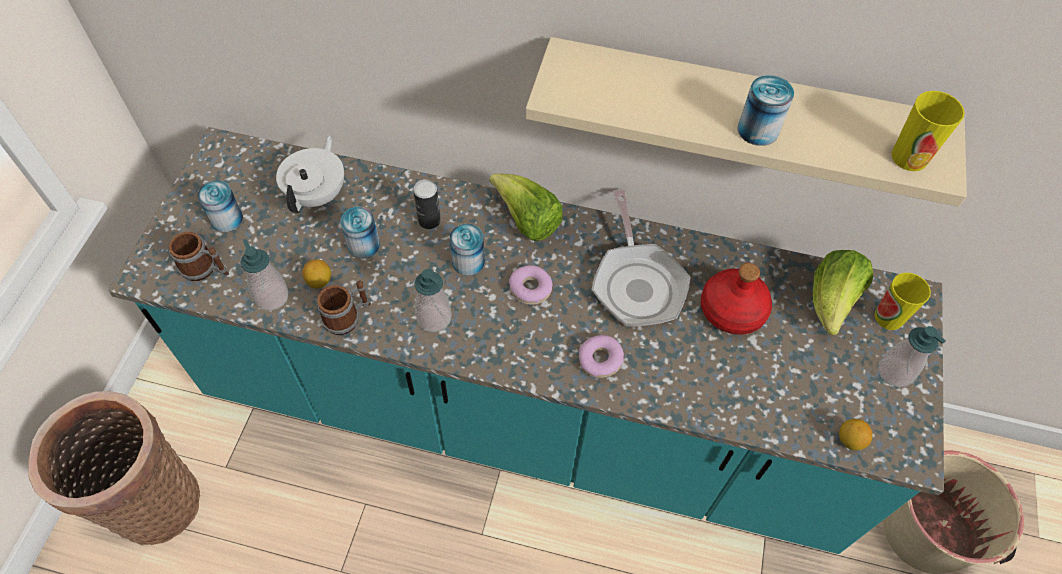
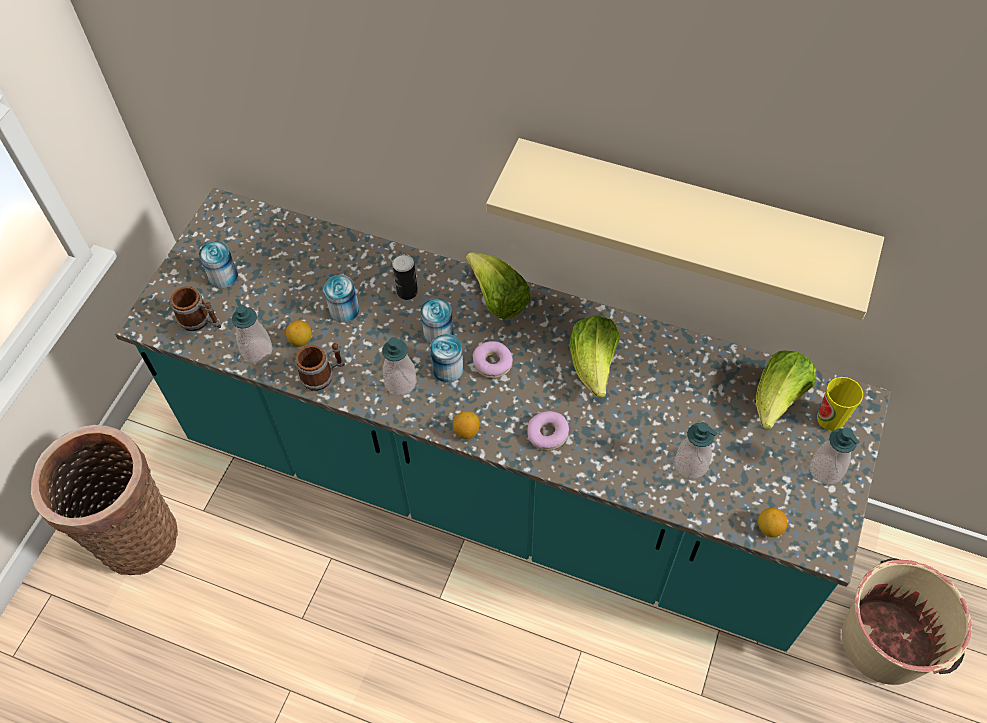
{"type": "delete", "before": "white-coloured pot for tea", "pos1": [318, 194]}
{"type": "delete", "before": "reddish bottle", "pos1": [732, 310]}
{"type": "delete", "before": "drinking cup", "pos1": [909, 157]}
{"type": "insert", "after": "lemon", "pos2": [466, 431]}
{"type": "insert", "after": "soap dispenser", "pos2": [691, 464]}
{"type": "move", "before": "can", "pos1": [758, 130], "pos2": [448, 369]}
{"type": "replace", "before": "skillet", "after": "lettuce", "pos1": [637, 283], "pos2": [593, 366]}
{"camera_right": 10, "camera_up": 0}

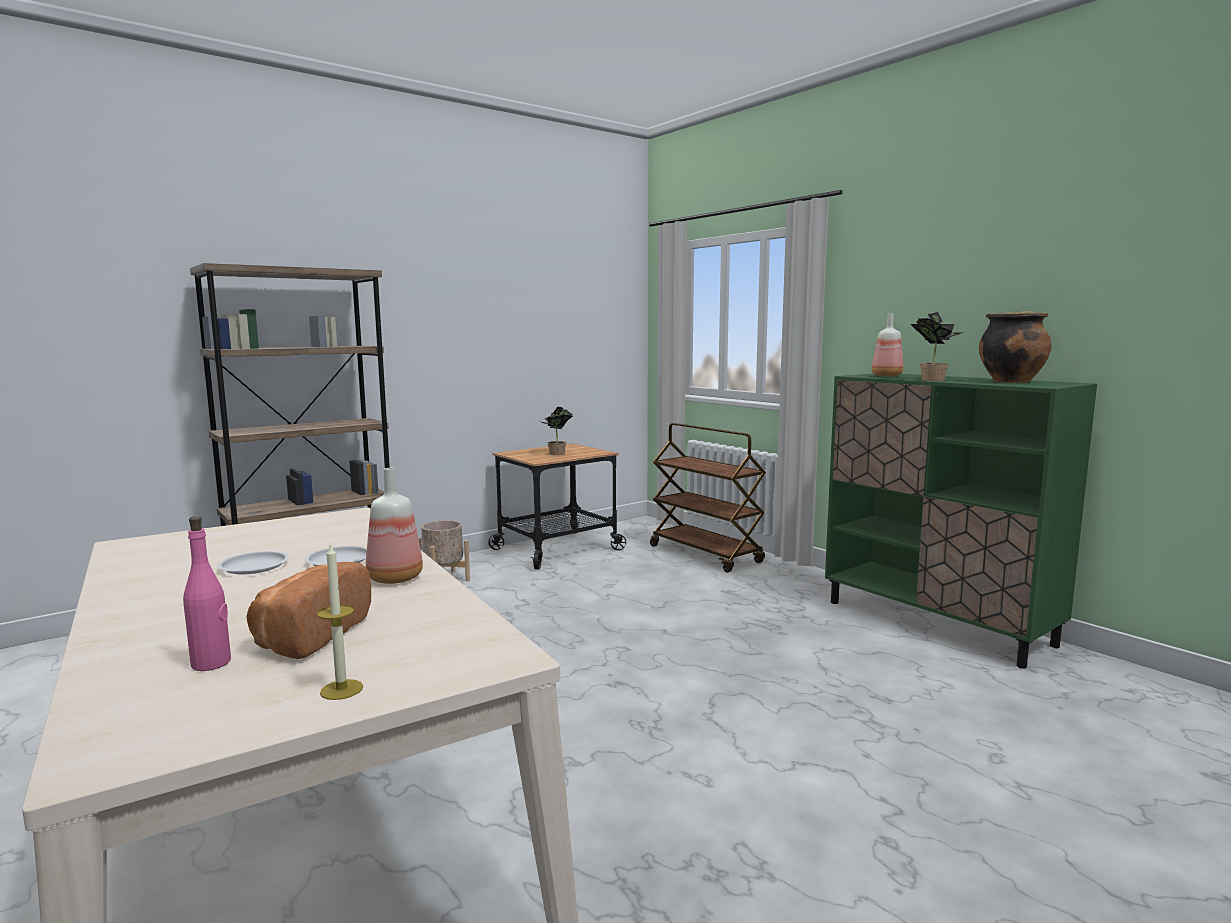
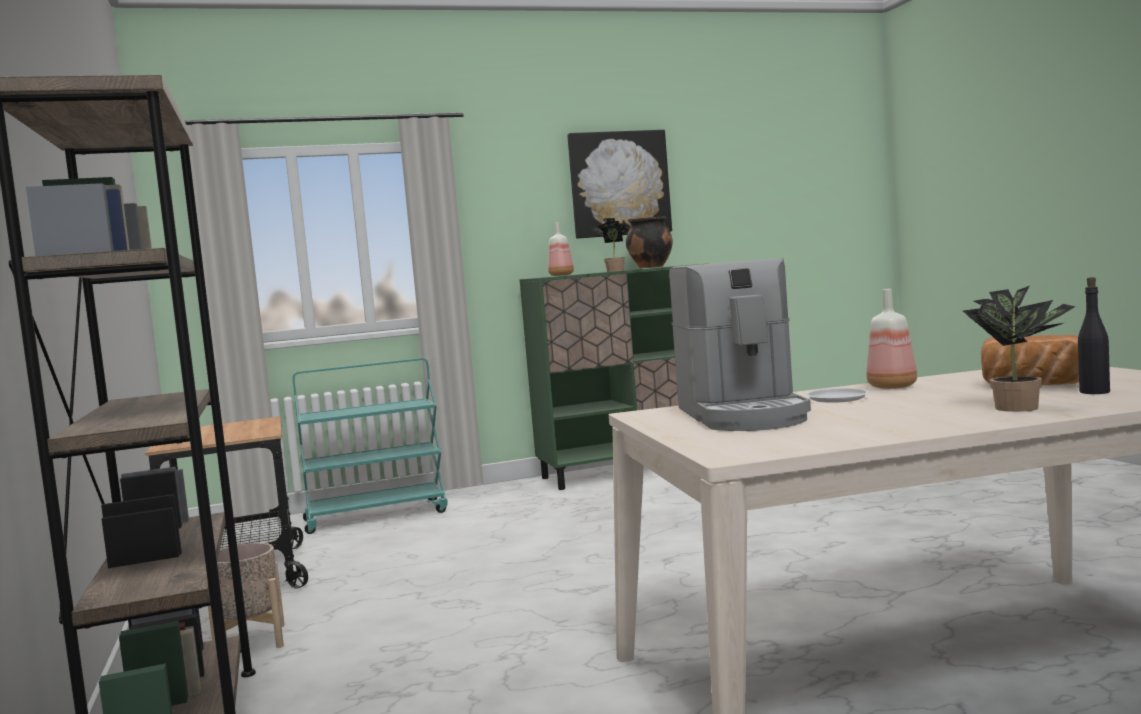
{"type": "delete", "before": "white-coloured dinner plate", "pos1": [254, 567]}
{"type": "delete", "before": "candle", "pos1": [341, 689]}
{"type": "insert", "after": "wall art", "pos2": [619, 184]}
{"type": "insert", "after": "coffee machine", "pos2": [743, 415]}
{"type": "move", "before": "plant in a pot", "pos1": [557, 454], "pos2": [1022, 407]}
{"type": "recolor", "before": "pinkish bottle", "after": "blackish bottle", "pos1": [212, 663], "pos2": [1094, 392]}
{"type": "recolor", "before": "brown cart", "after": "turquoise cart", "pos1": [706, 554], "pos2": [377, 516]}
{"camera_right": -70, "camera_up": -5}

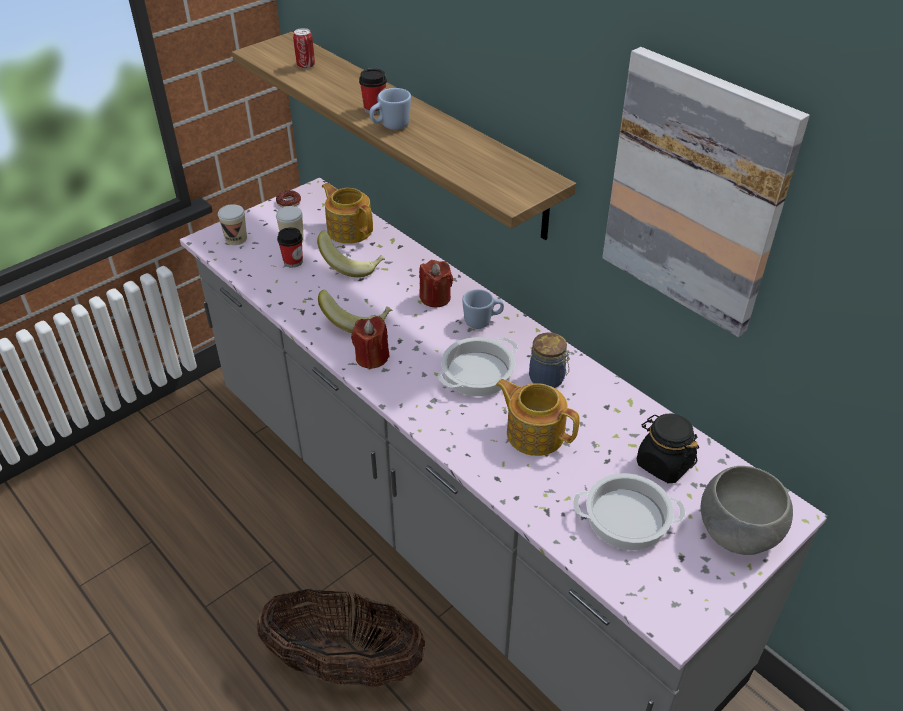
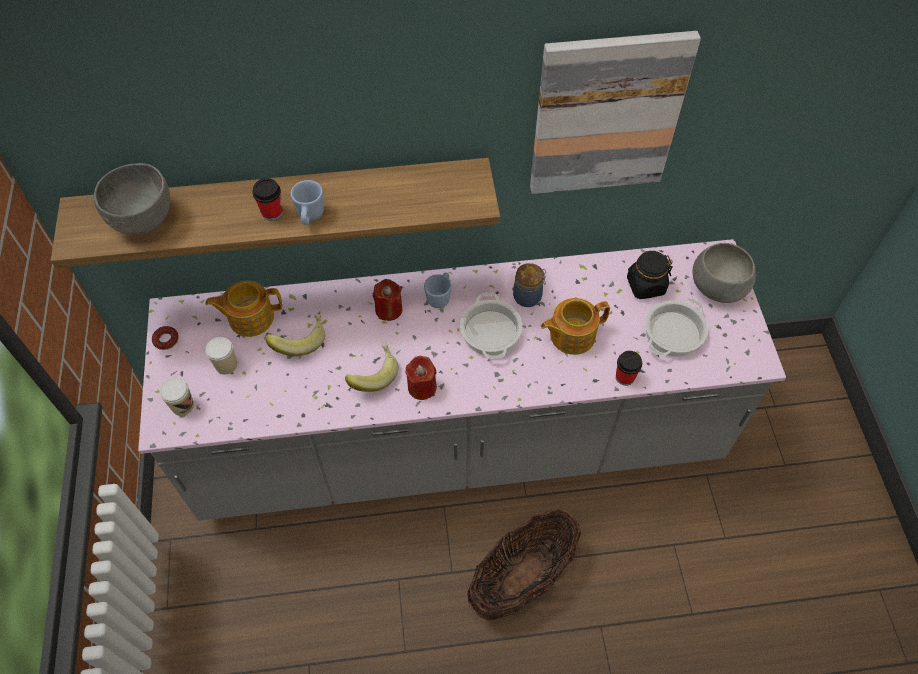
{"type": "move", "before": "drinking cup", "pos1": [293, 261], "pos2": [625, 377]}
{"type": "replace", "before": "can", "after": "gray serving bowl", "pos1": [306, 65], "pos2": [143, 220]}
{"camera_right": -55, "camera_up": 15}

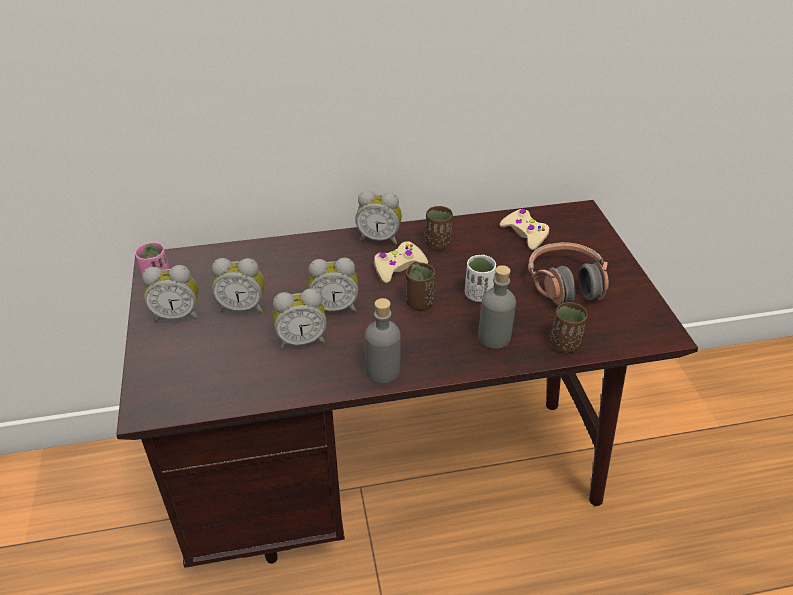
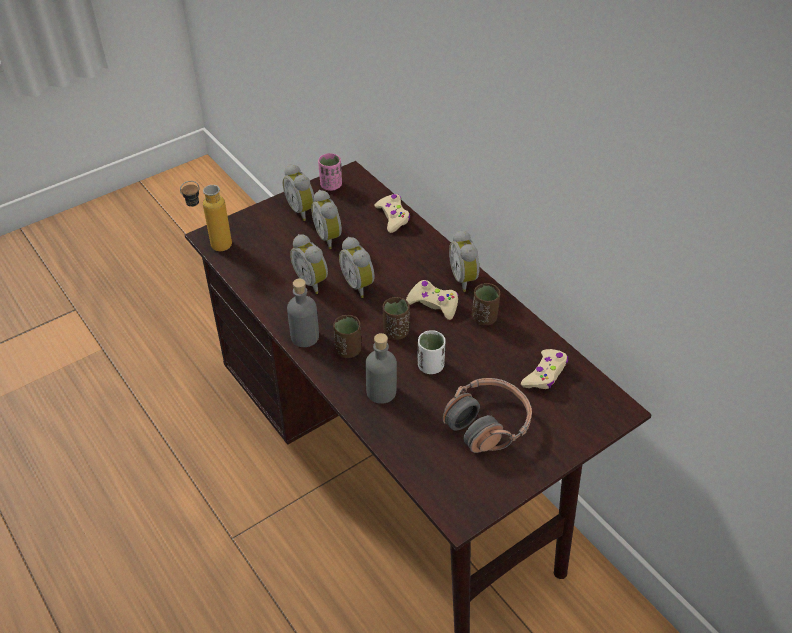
{"type": "insert", "after": "bottle", "pos2": [212, 247]}
{"type": "insert", "after": "beige game controller", "pos2": [393, 217]}
{"type": "move", "before": "brown drinking cup", "pos1": [564, 344], "pos2": [348, 350]}
{"camera_right": 65, "camera_up": 5}

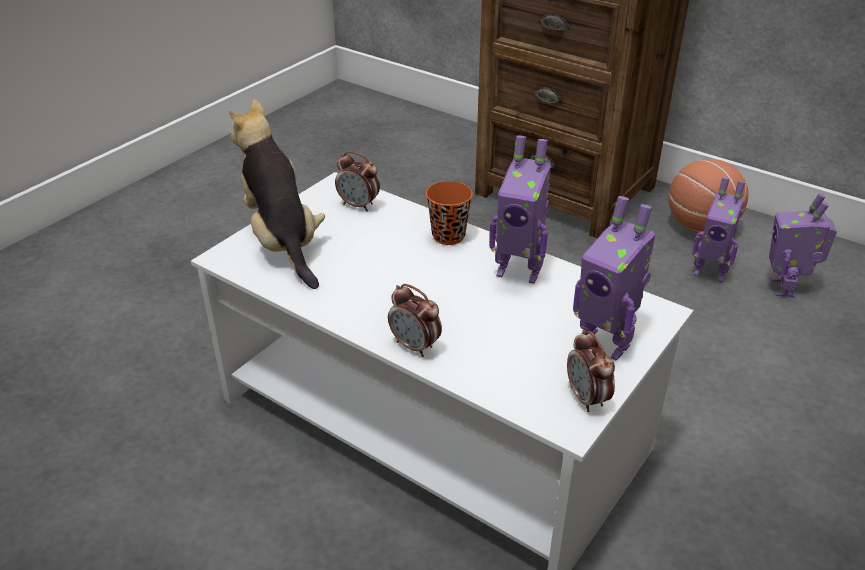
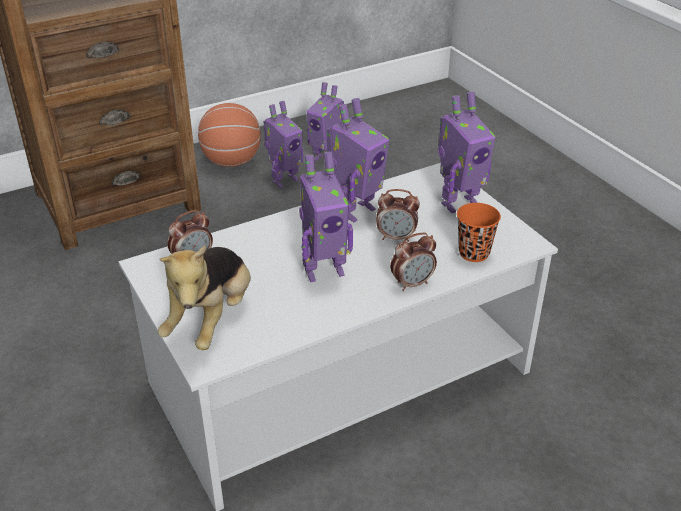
{"type": "insert", "after": "model robot", "pos2": [323, 270]}
{"type": "move", "before": "orange-coloured drinking cup", "pos1": [448, 236], "pos2": [474, 253]}
{"type": "move", "before": "bedside clock", "pos1": [587, 398], "pos2": [396, 237]}
{"type": "rotate", "before": "cuddly toy", "pos1": [283, 241], "pos2": [211, 319], "turn": -75}
{"camera_right": -65, "camera_up": 0}

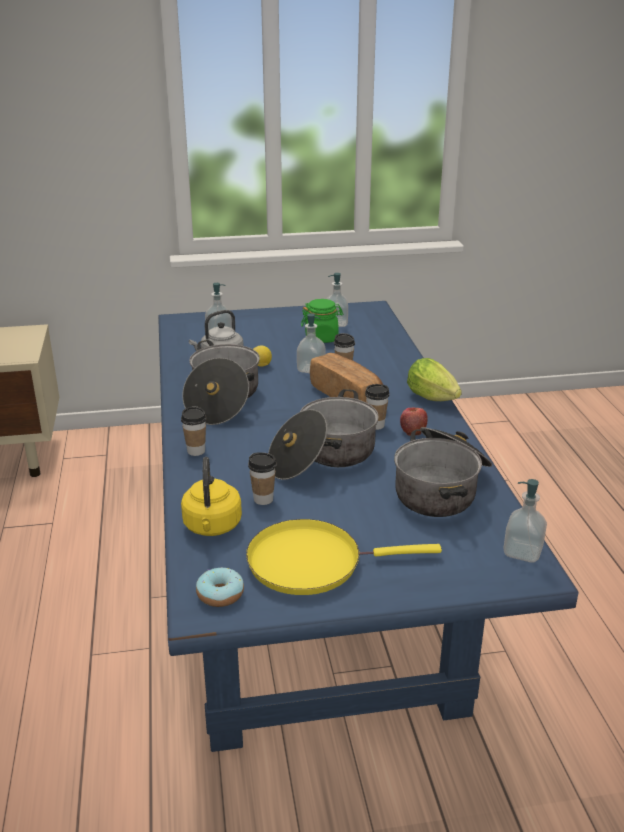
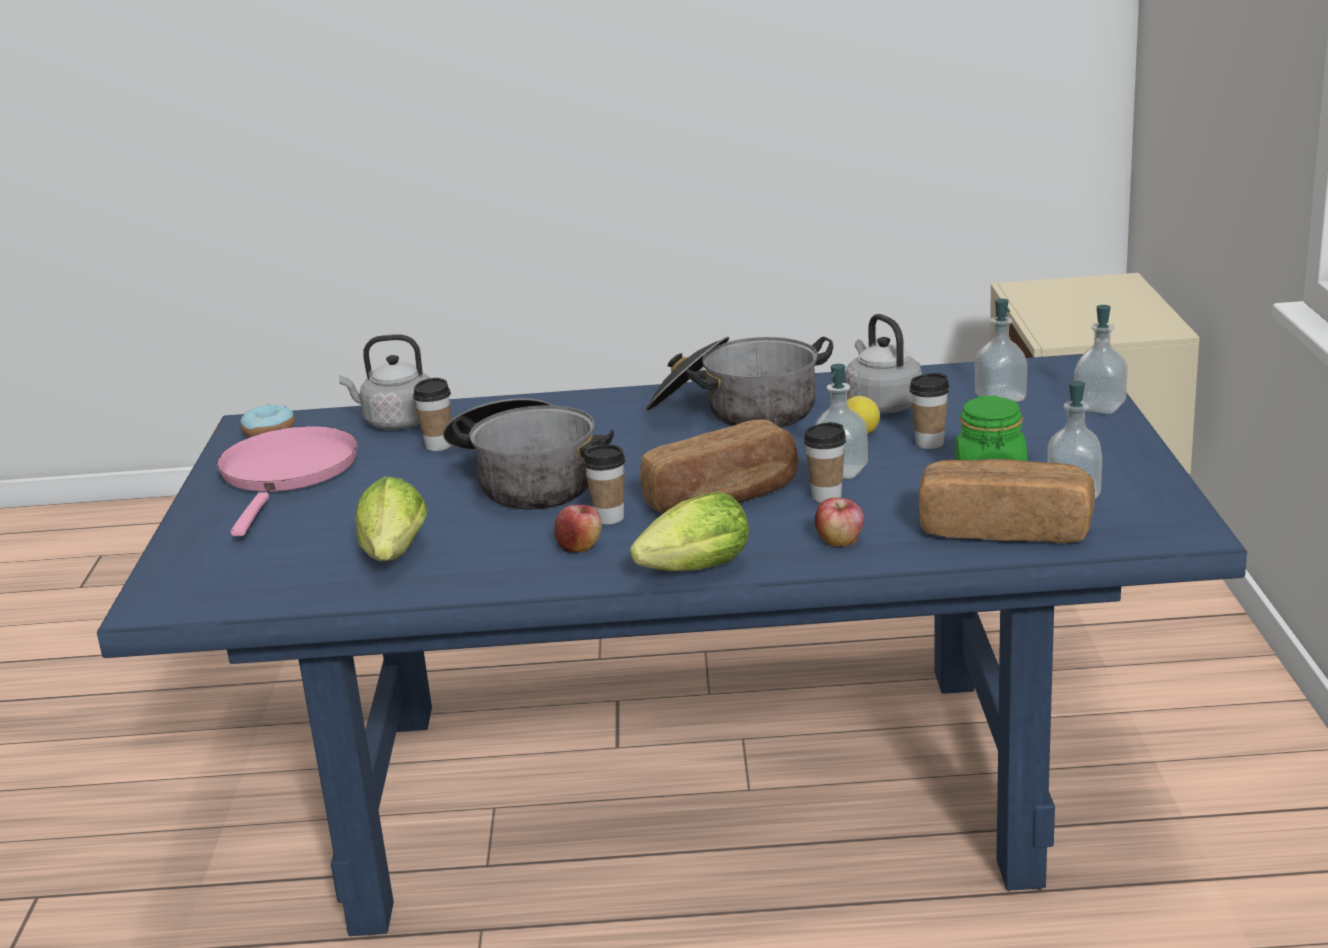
{"type": "insert", "after": "apple", "pos2": [840, 540]}
{"type": "insert", "after": "bakery bread", "pos2": [1004, 529]}
{"type": "move", "before": "drinking cup", "pos1": [196, 451], "pos2": [929, 443]}
{"type": "move", "before": "soap dispenser", "pos1": [522, 552], "pos2": [1099, 406]}
{"type": "replace", "before": "stockpot", "after": "lettuce", "pos1": [442, 488], "pos2": [394, 558]}
{"type": "recolor", "before": "yellowish tea kettle", "after": "gray tea kettle", "pos1": [212, 527], "pos2": [396, 422]}
{"type": "recolor", "before": "yellowish skillet", "after": "pinkish skillet", "pos1": [312, 562], "pos2": [288, 473]}
{"camera_right": 100, "camera_up": -5}

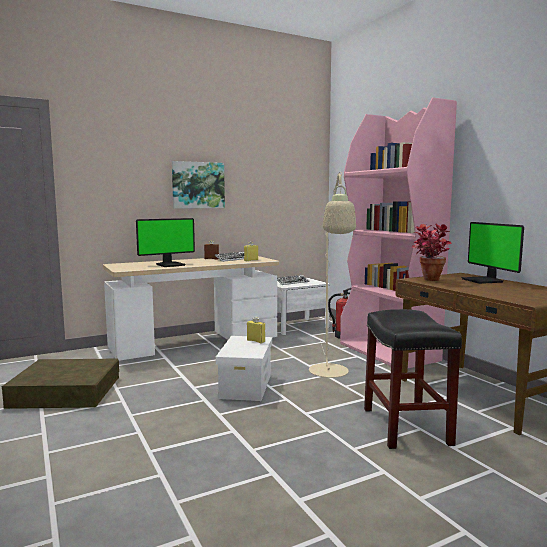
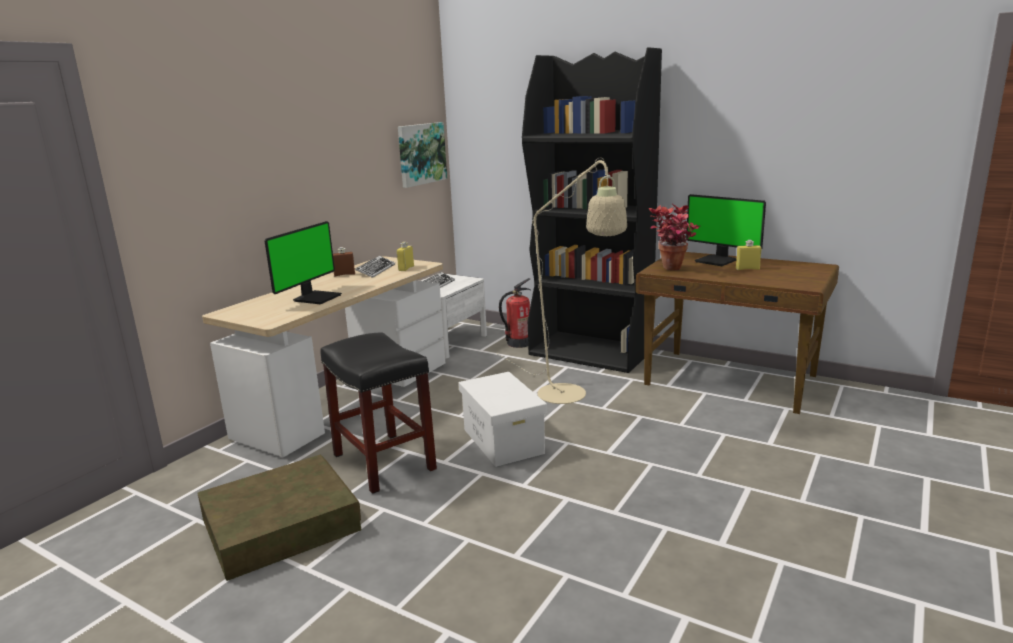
{"type": "move", "before": "wall art", "pos1": [198, 185], "pos2": [421, 154]}
{"type": "move", "before": "yellowish bottle", "pos1": [256, 341], "pos2": [747, 269]}
{"type": "move", "before": "blackish stool", "pos1": [405, 426], "pos2": [382, 462]}
{"type": "recolor", "before": "pinkish bookshelf", "after": "blackish bookshelf", "pos1": [389, 352], "pos2": [591, 353]}
{"camera_right": -30, "camera_up": 10}

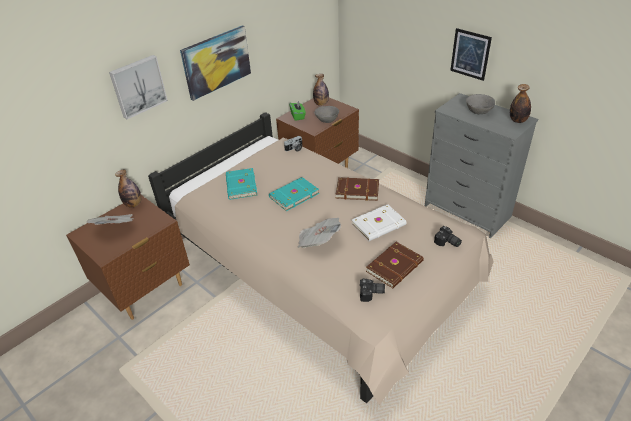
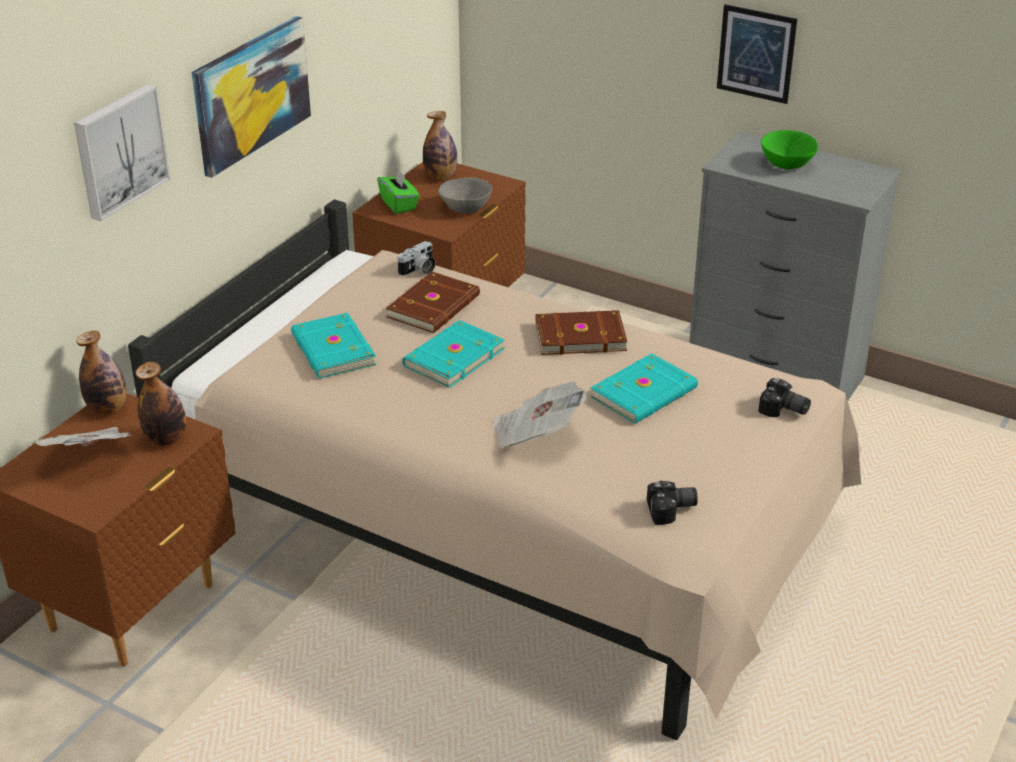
{"type": "move", "before": "brown volume", "pos1": [395, 266], "pos2": [435, 306]}
{"type": "move", "before": "bottle", "pos1": [518, 120], "pos2": [166, 438]}
{"type": "recolor", "before": "white-coloured volume", "after": "turquoise volume", "pos1": [379, 225], "pos2": [645, 393]}
{"type": "recolor", "before": "gray serving bowl", "after": "green-coloured serving bowl", "pos1": [478, 111], "pos2": [786, 164]}
{"camera_right": -15, "camera_up": -5}

